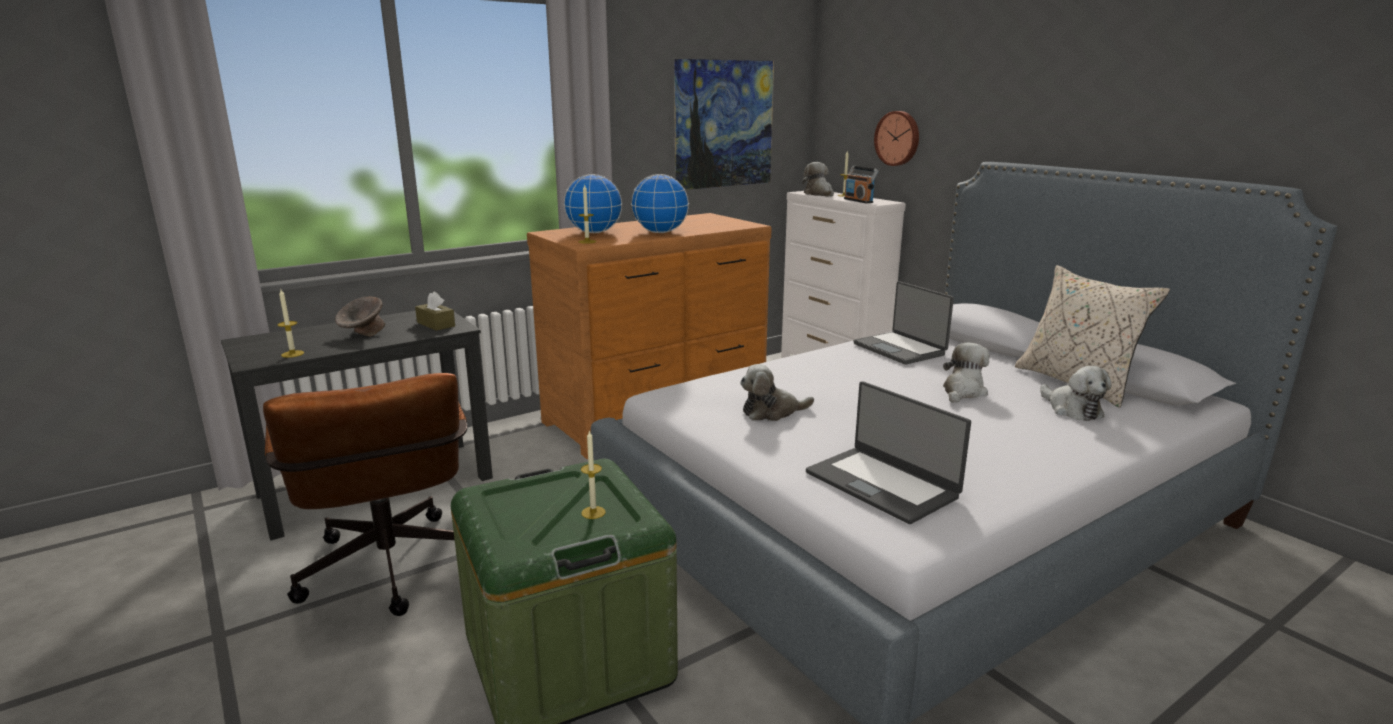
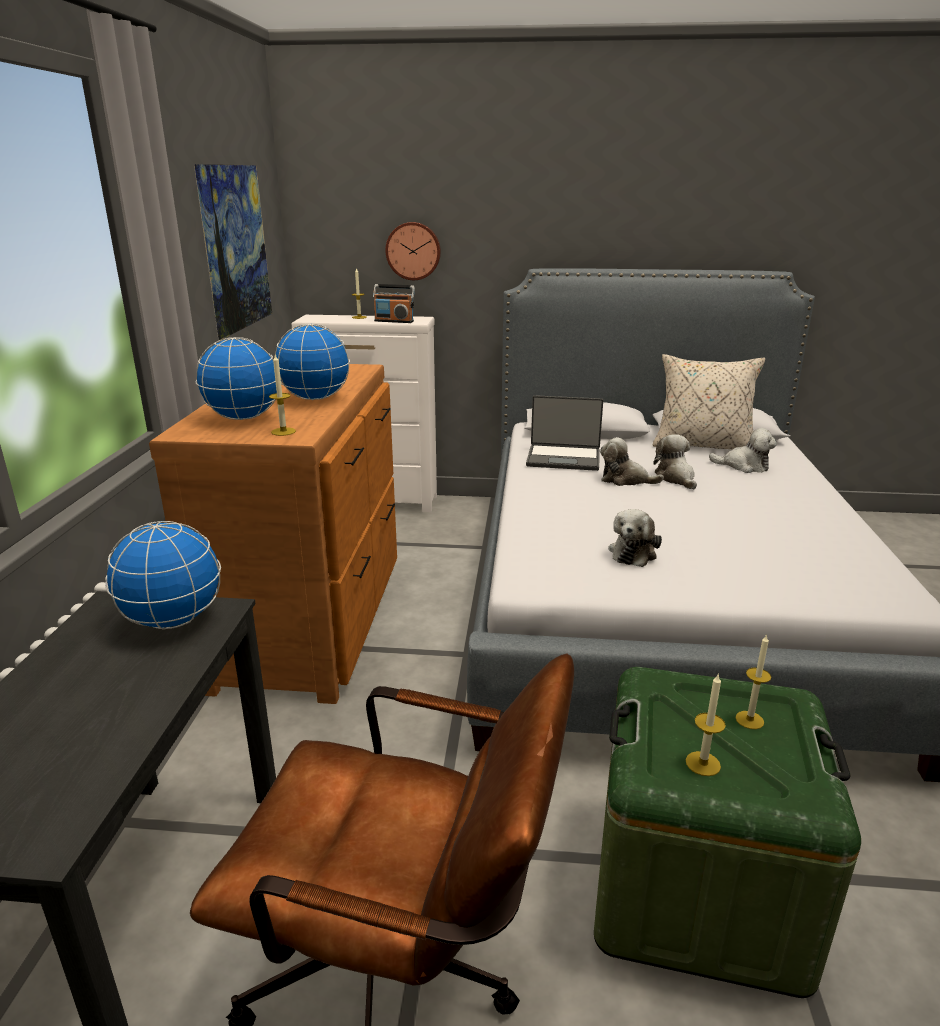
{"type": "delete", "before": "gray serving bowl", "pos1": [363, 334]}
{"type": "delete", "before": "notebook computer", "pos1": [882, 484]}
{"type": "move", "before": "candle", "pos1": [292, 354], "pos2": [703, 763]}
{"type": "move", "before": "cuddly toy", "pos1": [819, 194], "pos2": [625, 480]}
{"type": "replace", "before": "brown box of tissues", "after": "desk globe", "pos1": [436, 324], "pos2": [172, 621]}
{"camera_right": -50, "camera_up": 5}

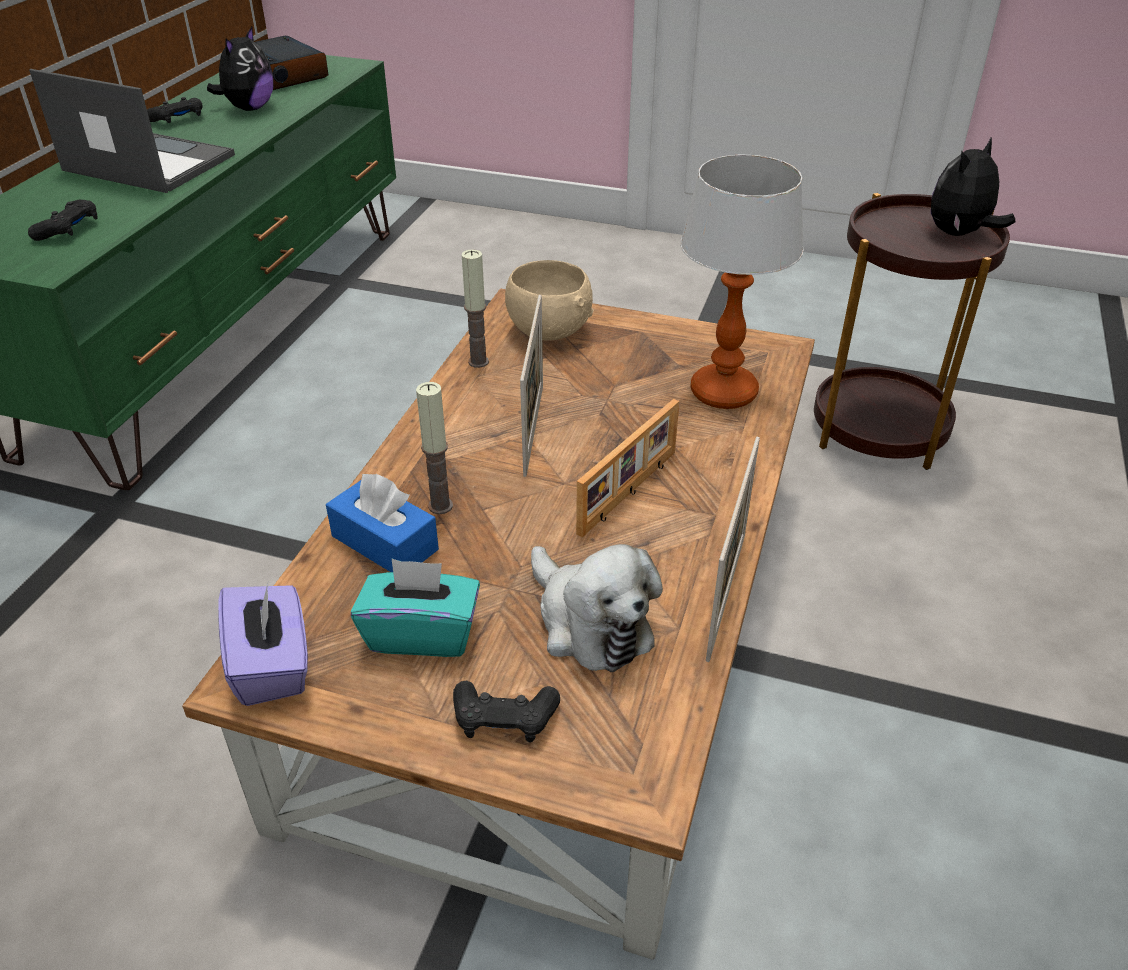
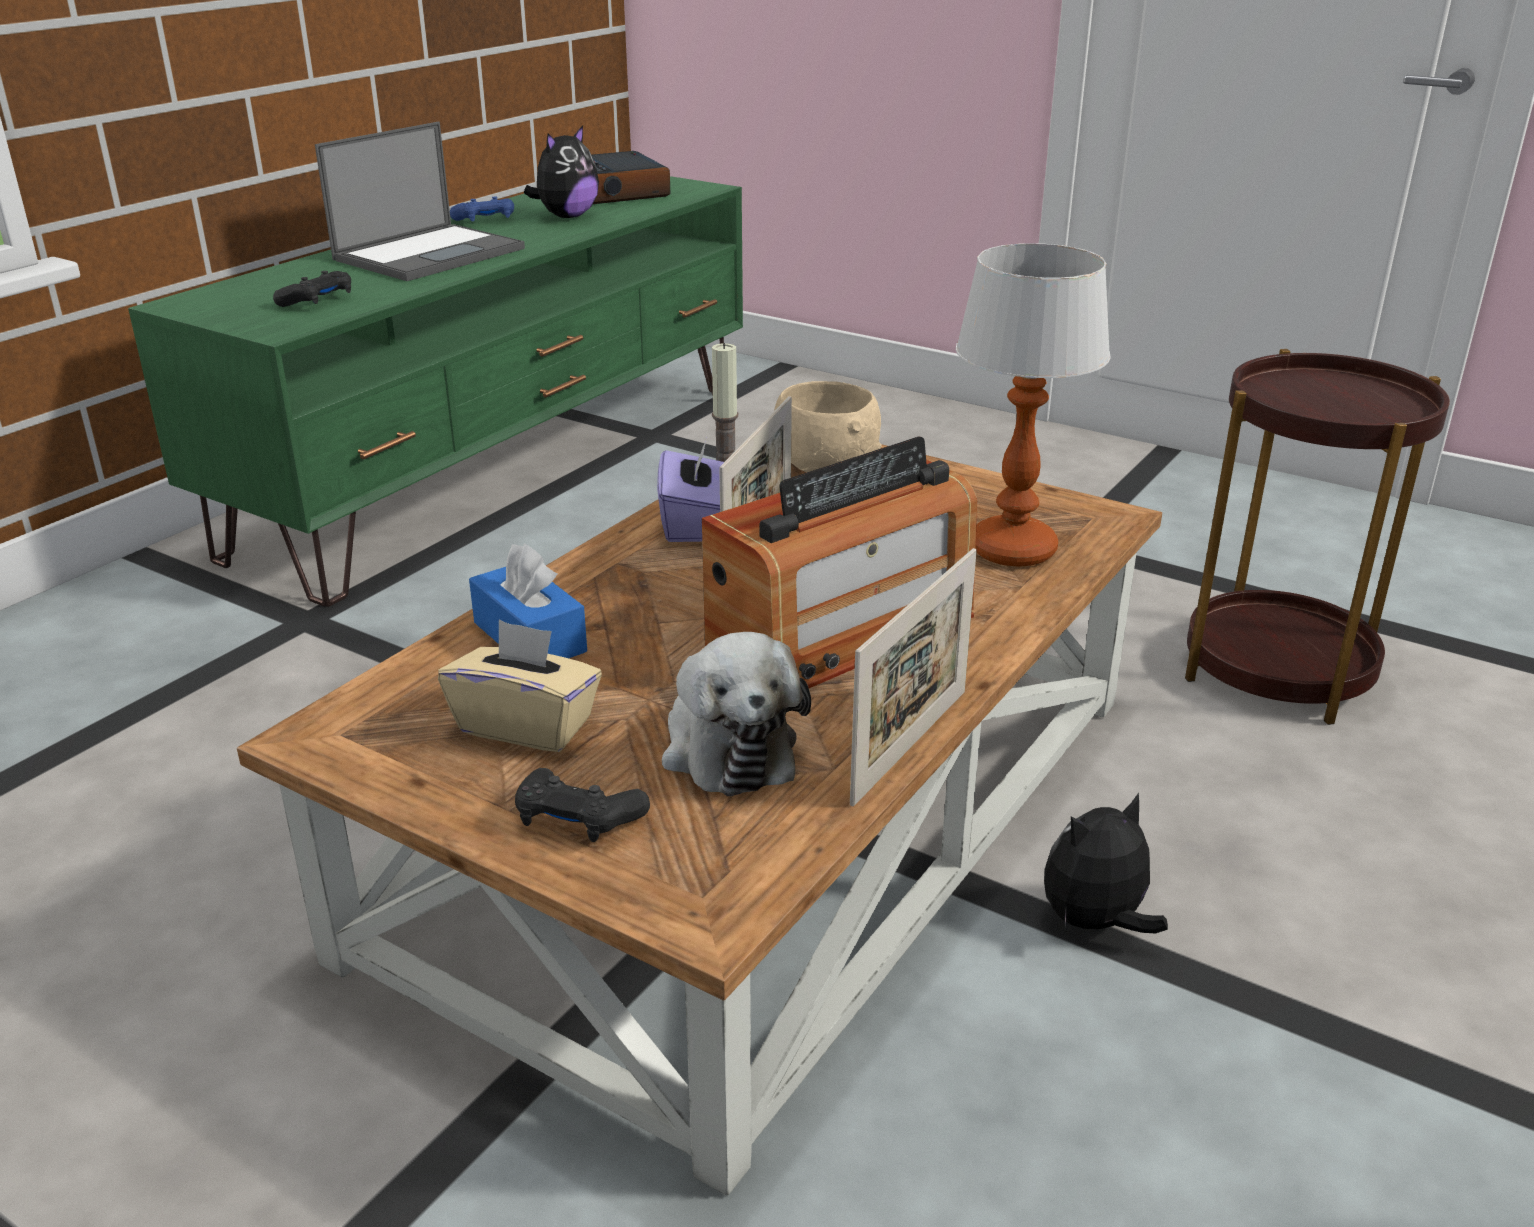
{"type": "delete", "before": "candle", "pos1": [440, 506]}
{"type": "move", "before": "purple box of tissues", "pos1": [272, 665], "pos2": [695, 524]}
{"type": "move", "before": "cuddly toy", "pos1": [959, 234], "pos2": [1095, 923]}
{"type": "replace", "before": "standing frame", "after": "radio", "pos1": [630, 492], "pos2": [842, 630]}
{"type": "recolor", "before": "blackish game controller", "after": "bluish game controller", "pos1": [178, 119], "pos2": [485, 220]}
{"type": "recolor", "before": "turquoise box of tissues", "after": "beige box of tissues", "pos1": [422, 633], "pos2": [527, 725]}
{"type": "rotate", "before": "notebook computer", "pos1": [147, 163], "pos2": [430, 253], "turn": 90}
{"camera_right": 15, "camera_up": -10}

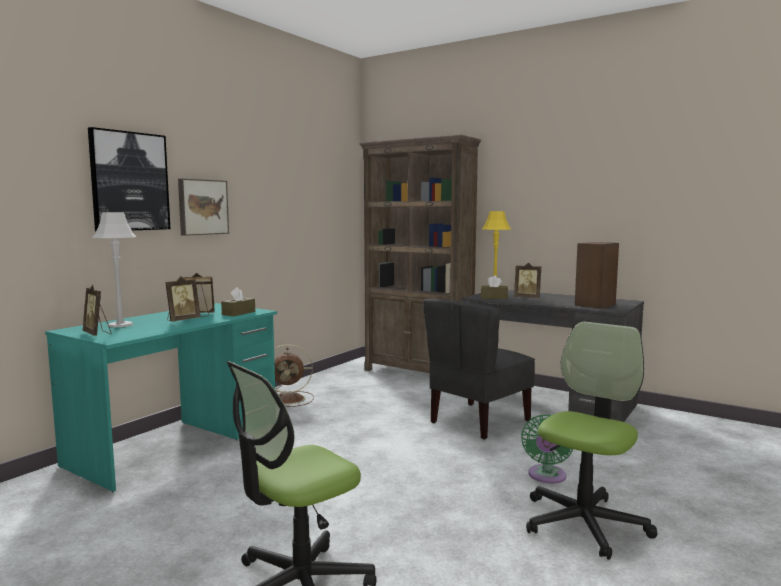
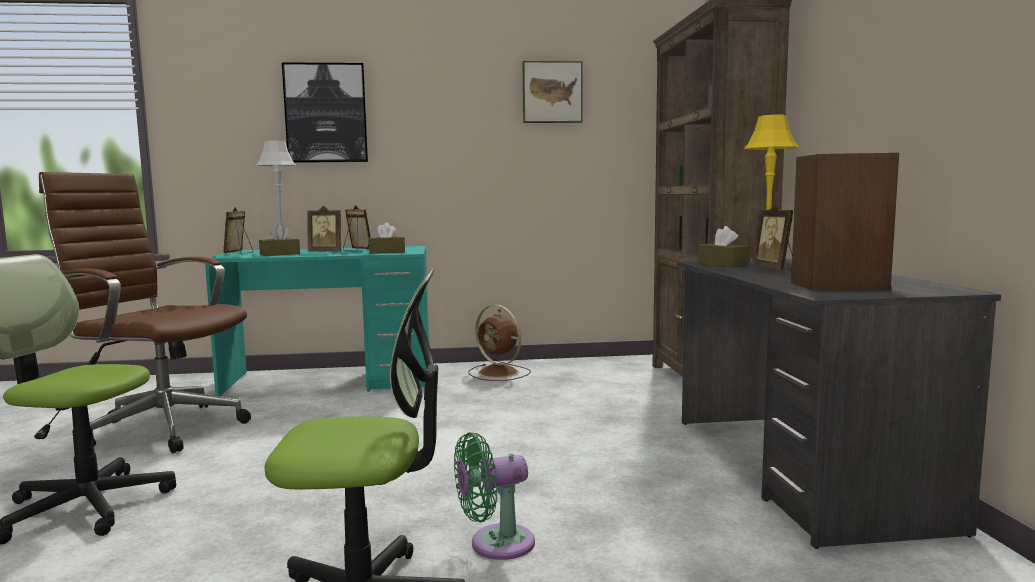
{"type": "delete", "before": "gray chair", "pos1": [478, 421]}
{"type": "insert", "after": "brown computer chair", "pos2": [161, 428]}
{"type": "insert", "after": "brown box of tissues", "pos2": [280, 254]}
{"type": "move", "before": "wall art", "pos1": [202, 207], "pos2": [552, 92]}
{"camera_right": 50, "camera_up": 0}

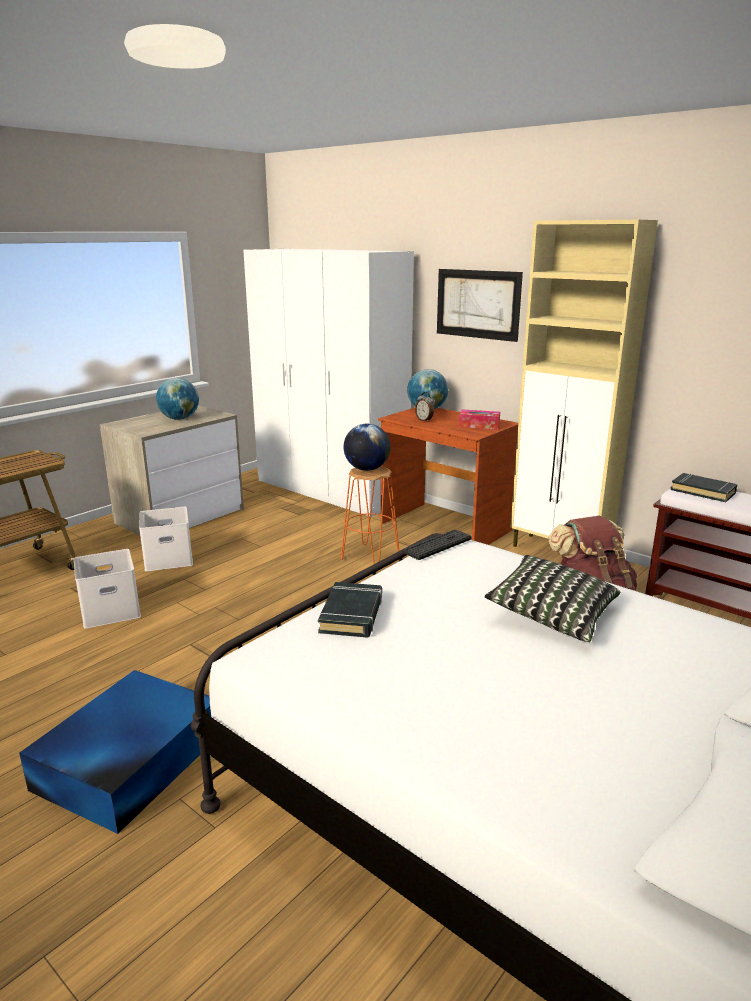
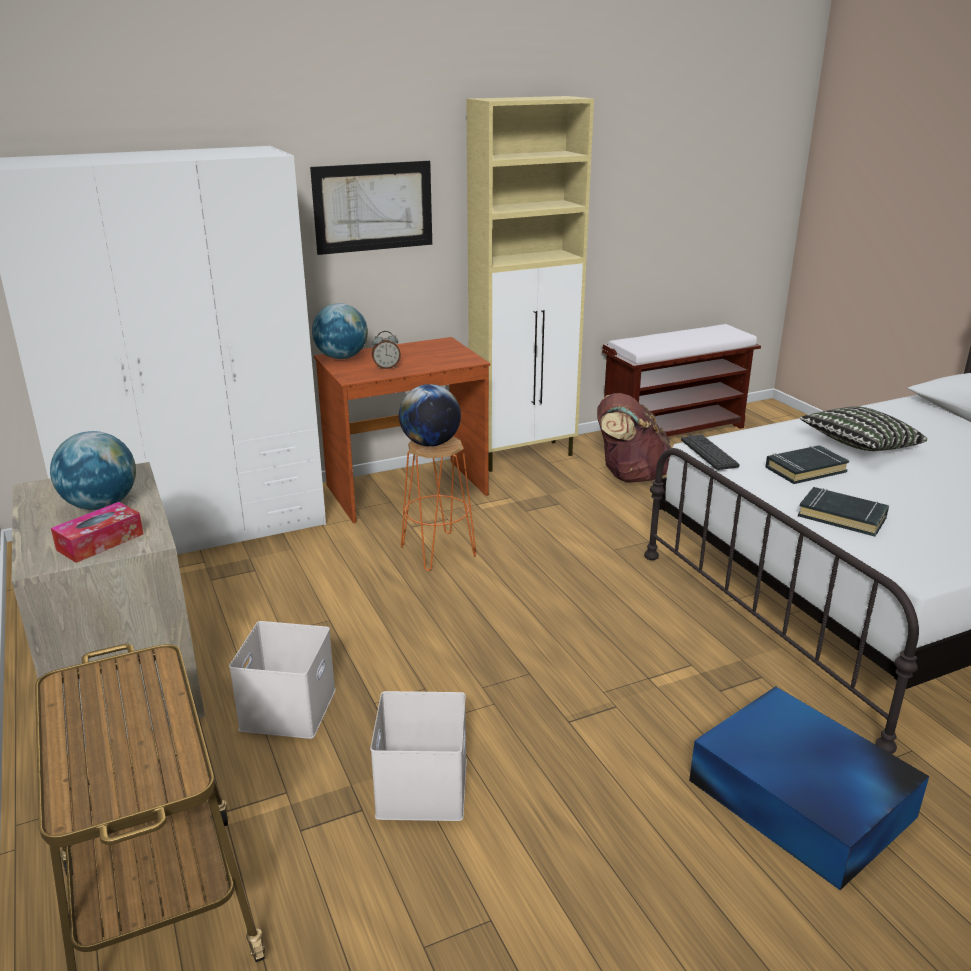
{"type": "move", "before": "box of tissues", "pos1": [479, 425], "pos2": [100, 542]}
{"type": "move", "before": "blackish volume", "pos1": [703, 491], "pos2": [805, 469]}
{"camera_right": -65, "camera_up": 5}

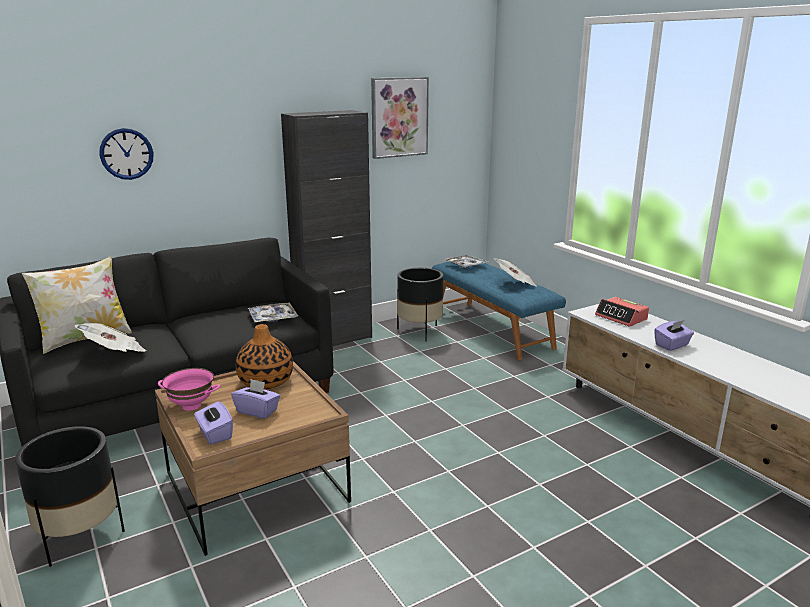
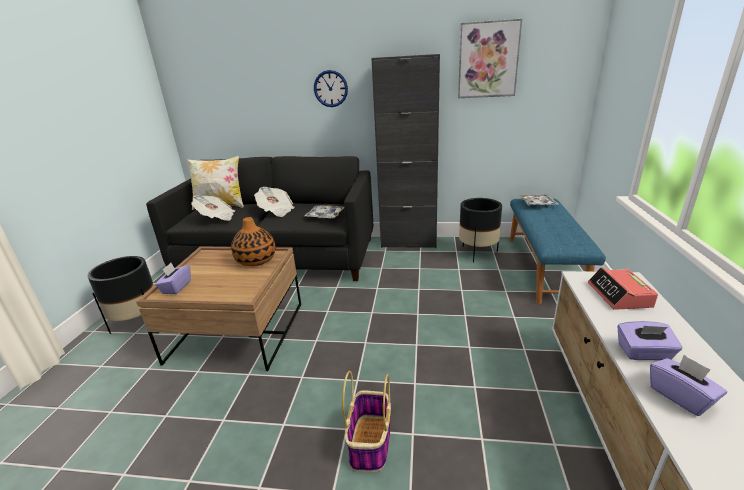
{"type": "delete", "before": "pinkish serving bowl", "pos1": [192, 405]}
{"type": "insert", "after": "basket", "pos2": [370, 443]}
{"type": "move", "before": "hanging clock", "pos1": [126, 154], "pos2": [330, 88]}
{"type": "move", "before": "purple box of tissues", "pos1": [257, 411], "pos2": [680, 396]}
{"type": "move", "before": "printed paper", "pos1": [515, 283], "pos2": [276, 211]}
{"camera_right": 40, "camera_up": 5}

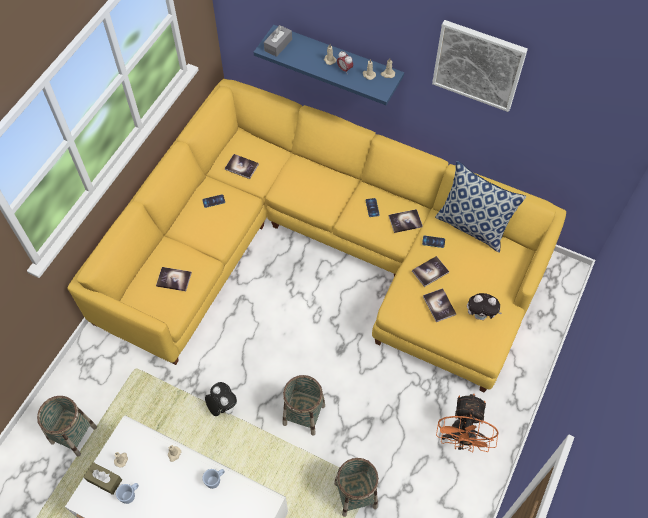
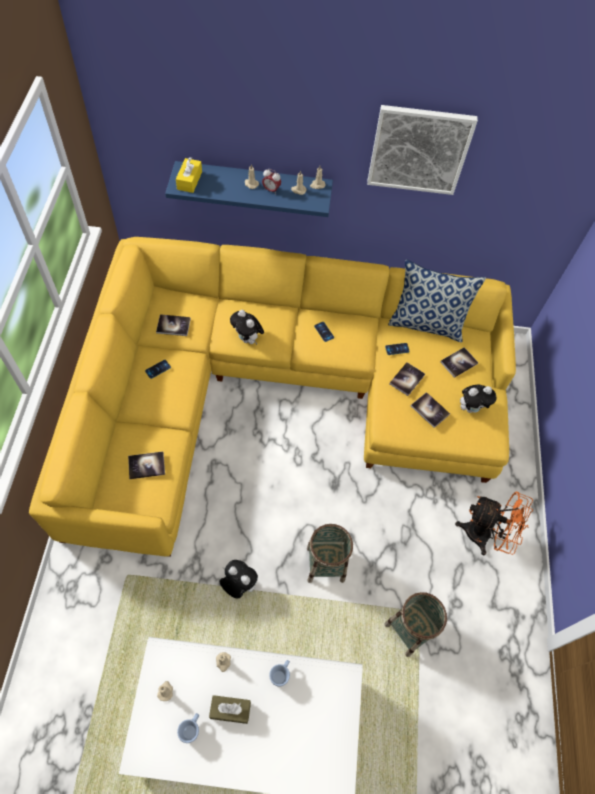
{"type": "delete", "before": "basket", "pos1": [73, 434]}
{"type": "insert", "after": "cuddly toy", "pos2": [247, 339]}
{"type": "move", "before": "brown box of tissues", "pos1": [104, 480], "pos2": [230, 710]}
{"type": "move", "before": "volume", "pos1": [405, 221], "pos2": [458, 363]}
{"type": "recolor", "before": "gray box of tissues", "after": "yellowish box of tissues", "pos1": [278, 45], "pos2": [189, 180]}
{"type": "rotate", "before": "orange-coloured cooling fan", "pos1": [461, 439], "pos2": [485, 535], "turn": -60}
{"camera_right": -25, "camera_up": 0}

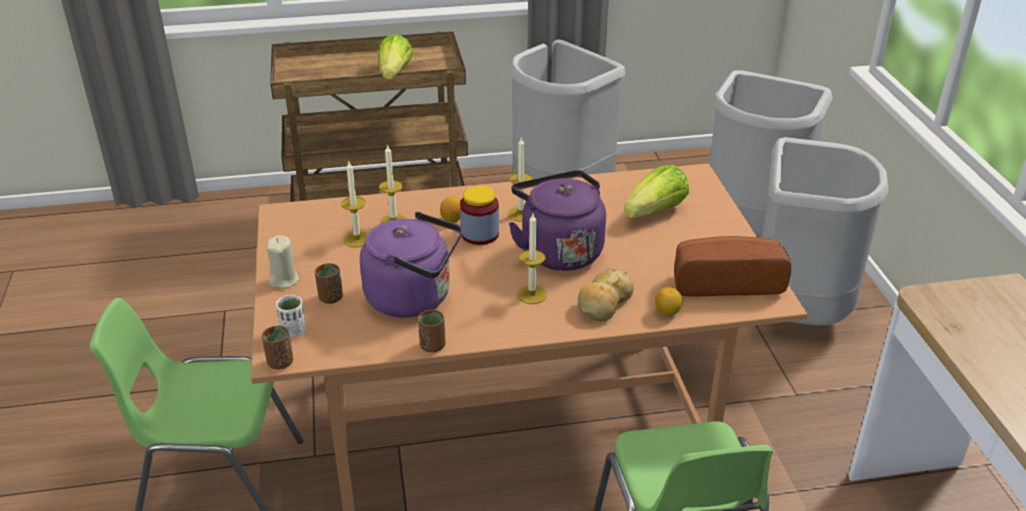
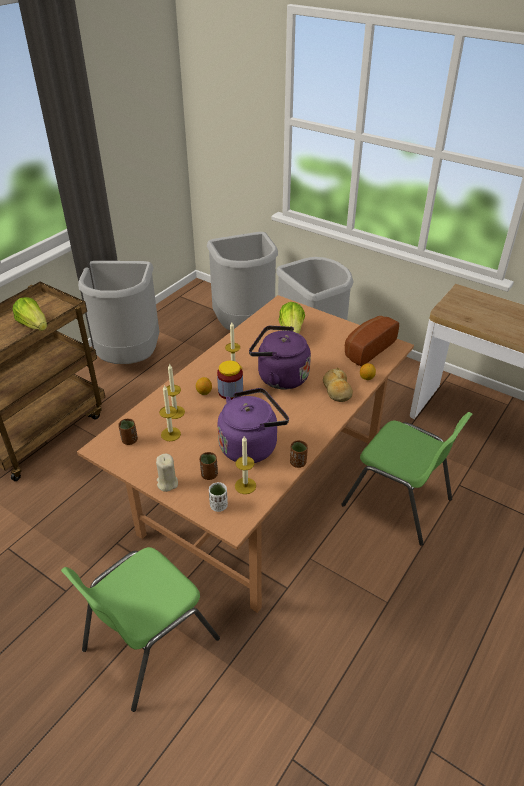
{"type": "move", "before": "brown drinking cup", "pos1": [280, 363], "pos2": [129, 440]}
{"type": "move", "before": "candle", "pos1": [531, 294], "pos2": [245, 486]}
{"camera_right": -45, "camera_up": 5}

